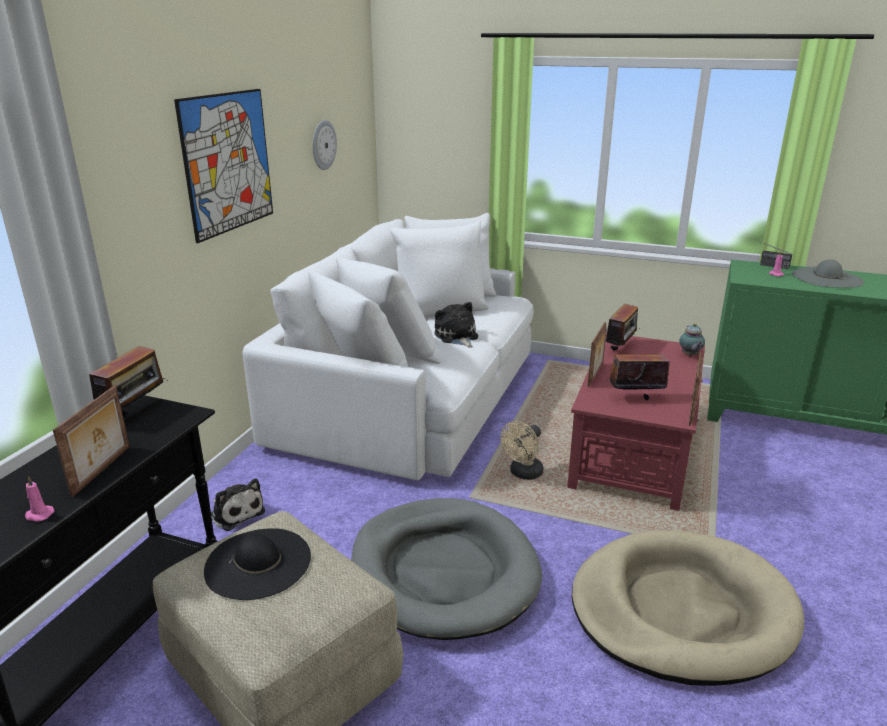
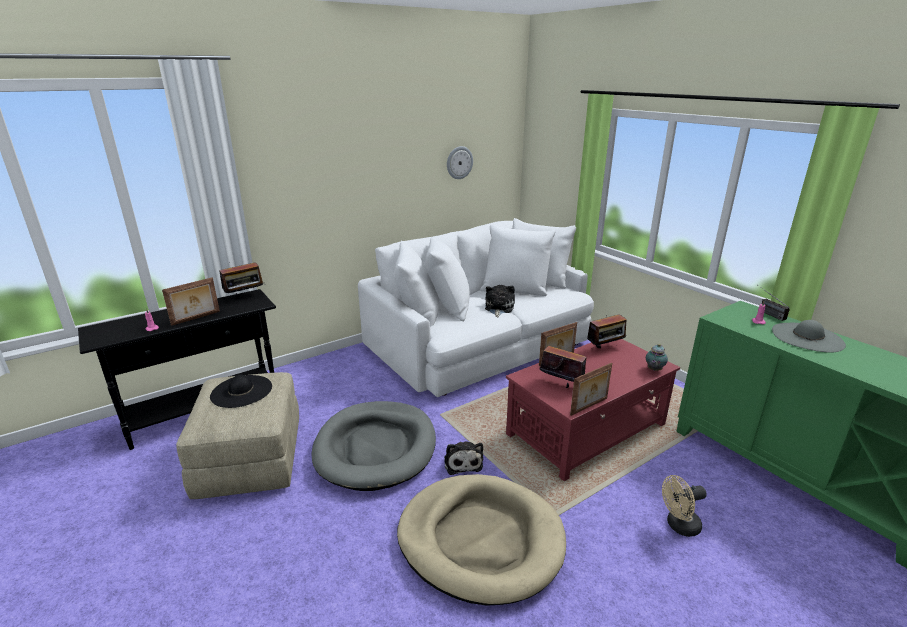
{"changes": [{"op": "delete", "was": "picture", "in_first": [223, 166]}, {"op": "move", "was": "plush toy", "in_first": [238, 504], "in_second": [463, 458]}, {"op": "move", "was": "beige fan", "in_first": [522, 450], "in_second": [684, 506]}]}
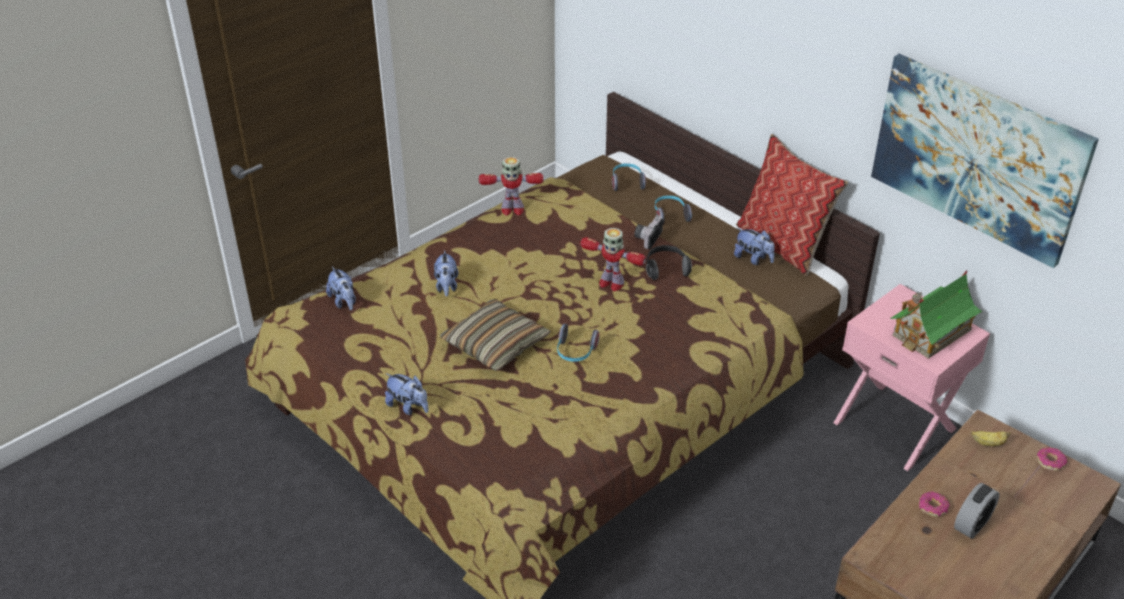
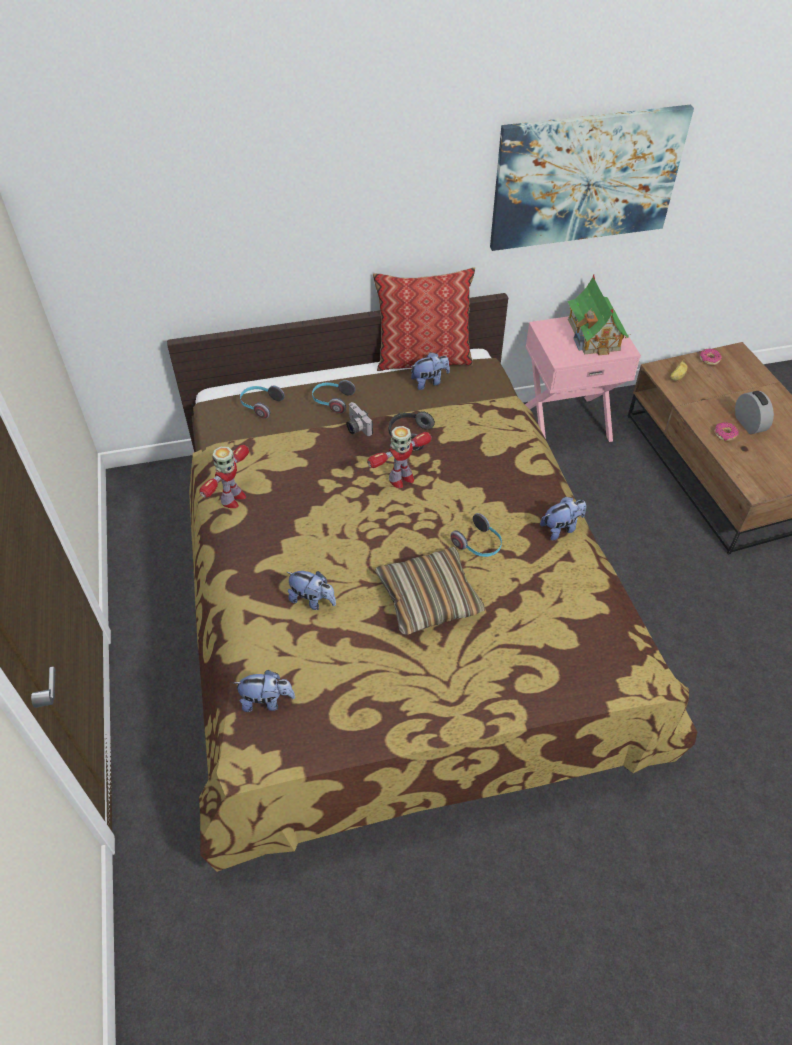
{"changes": [{"op": "move", "was": "plush toy", "in_first": [407, 394], "in_second": [563, 518]}]}
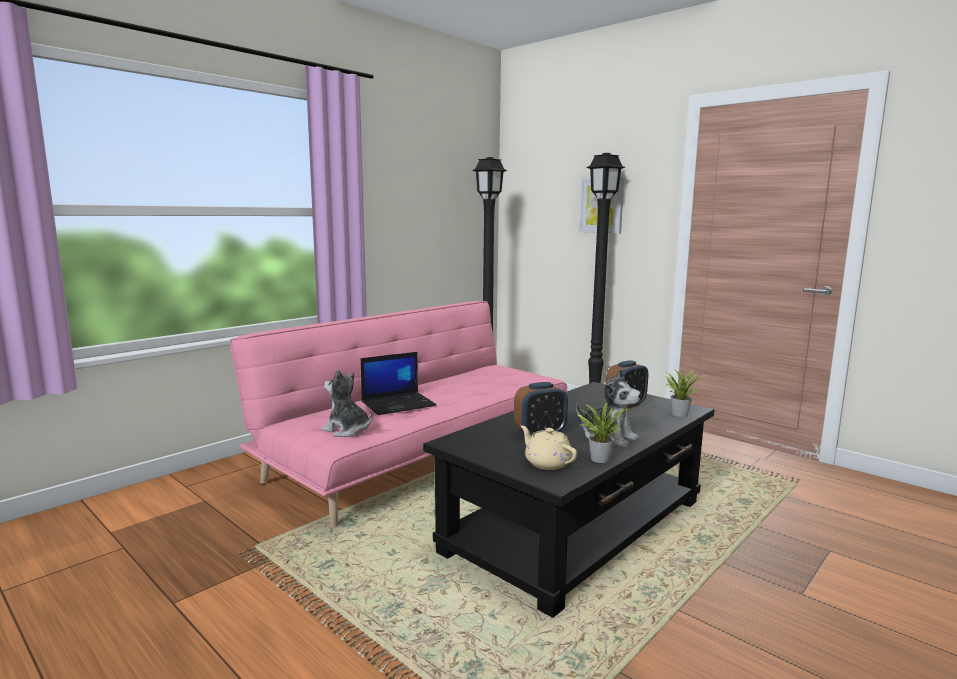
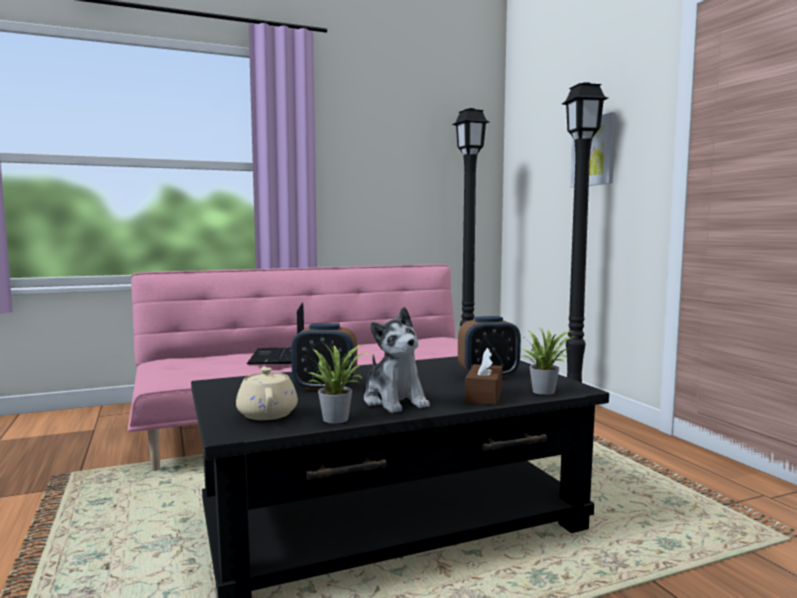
{"changes": [{"op": "delete", "was": "plush toy", "in_first": [347, 403]}, {"op": "rotate", "was": "laptop", "in_first": [398, 383], "in_second": [275, 333], "clockwise": 90}, {"op": "insert", "now": "brown tissue box", "in_second": [483, 376]}]}
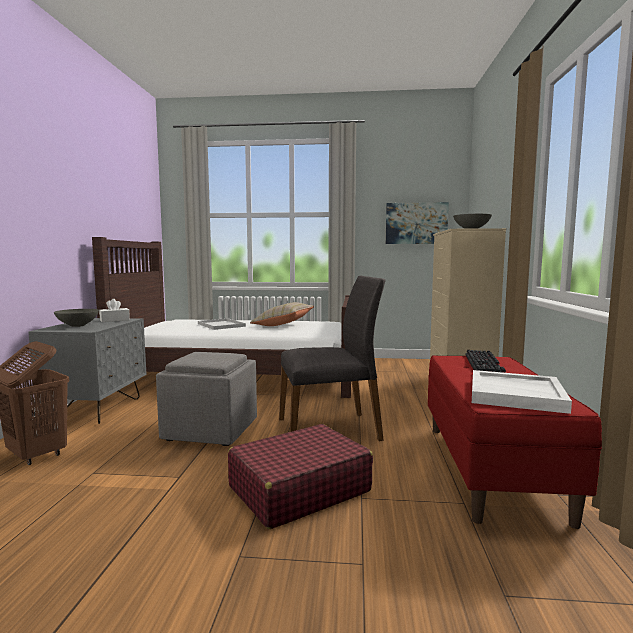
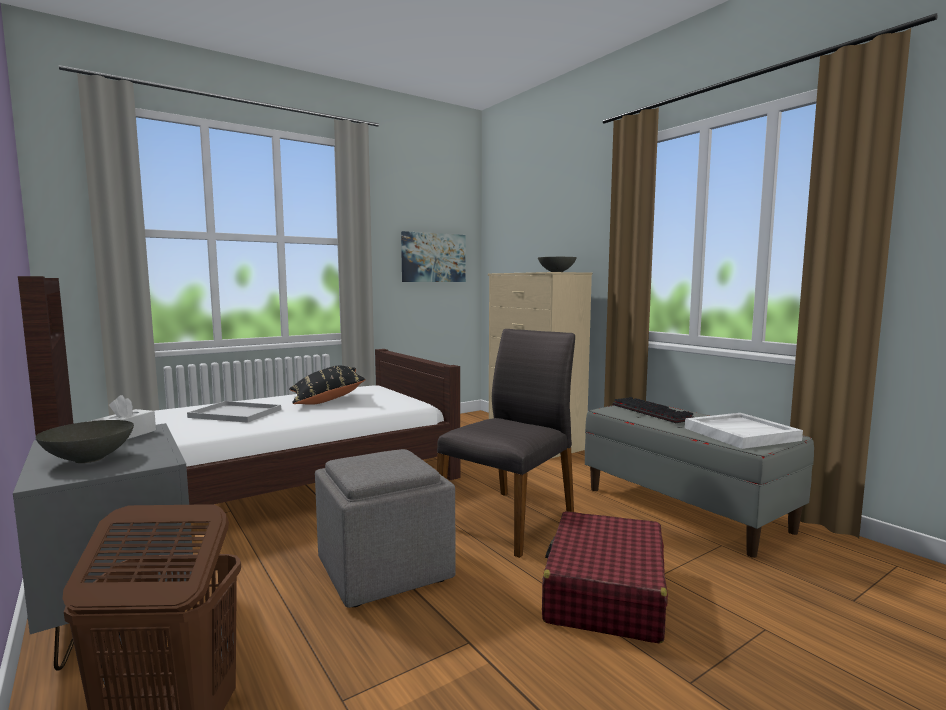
{"changes": [{"op": "recolor", "was": "beige pillow", "now": "black pillow", "in_first": [282, 314], "in_second": [327, 385]}, {"op": "recolor", "was": "red bench", "now": "grey bench", "in_first": [515, 442], "in_second": [699, 481]}]}
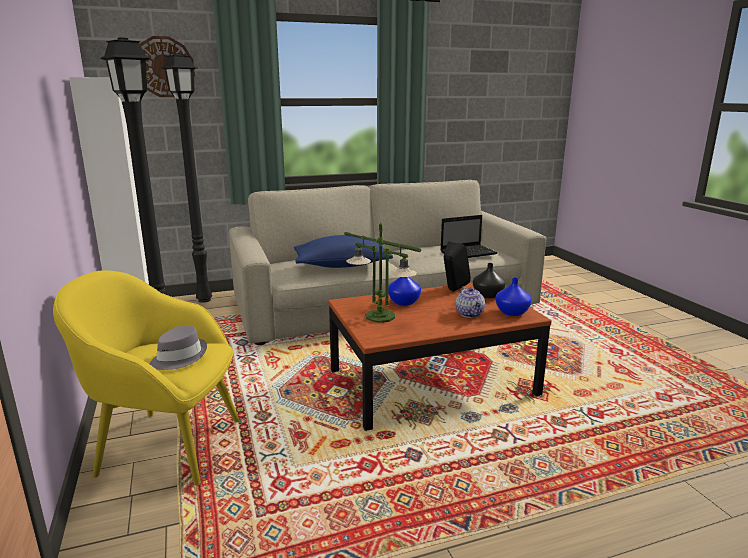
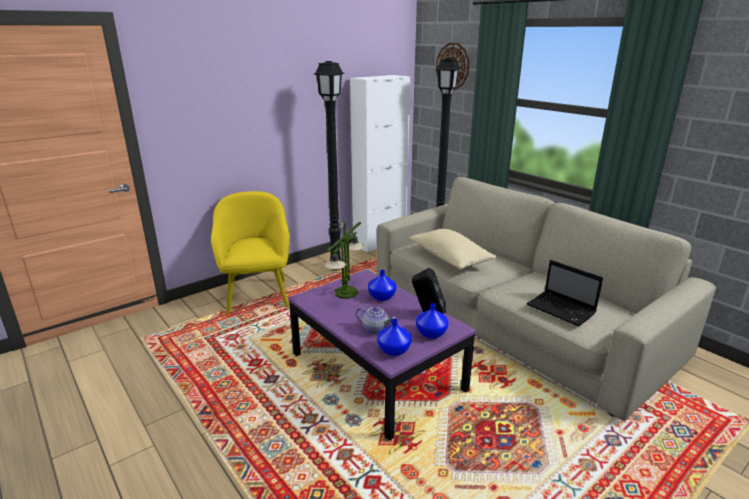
{"changes": [{"op": "delete", "was": "grey hat", "in_first": [178, 347]}, {"op": "recolor", "was": "blue pillow", "now": "beige pillow", "in_first": [343, 251], "in_second": [453, 249]}, {"op": "recolor", "was": "brown coffee table", "now": "purple coffee table", "in_first": [440, 357], "in_second": [382, 355]}, {"op": "rotate", "was": "teapot", "in_first": [470, 302], "in_second": [376, 320], "clockwise": -120}, {"op": "recolor", "was": "black vase", "now": "blue vase", "in_first": [489, 280], "in_second": [432, 321]}]}
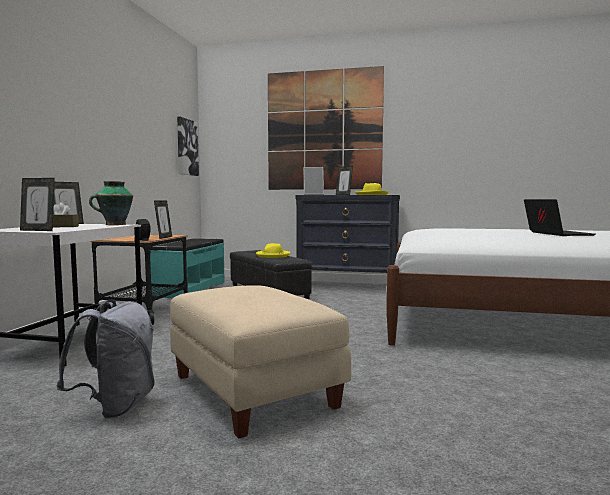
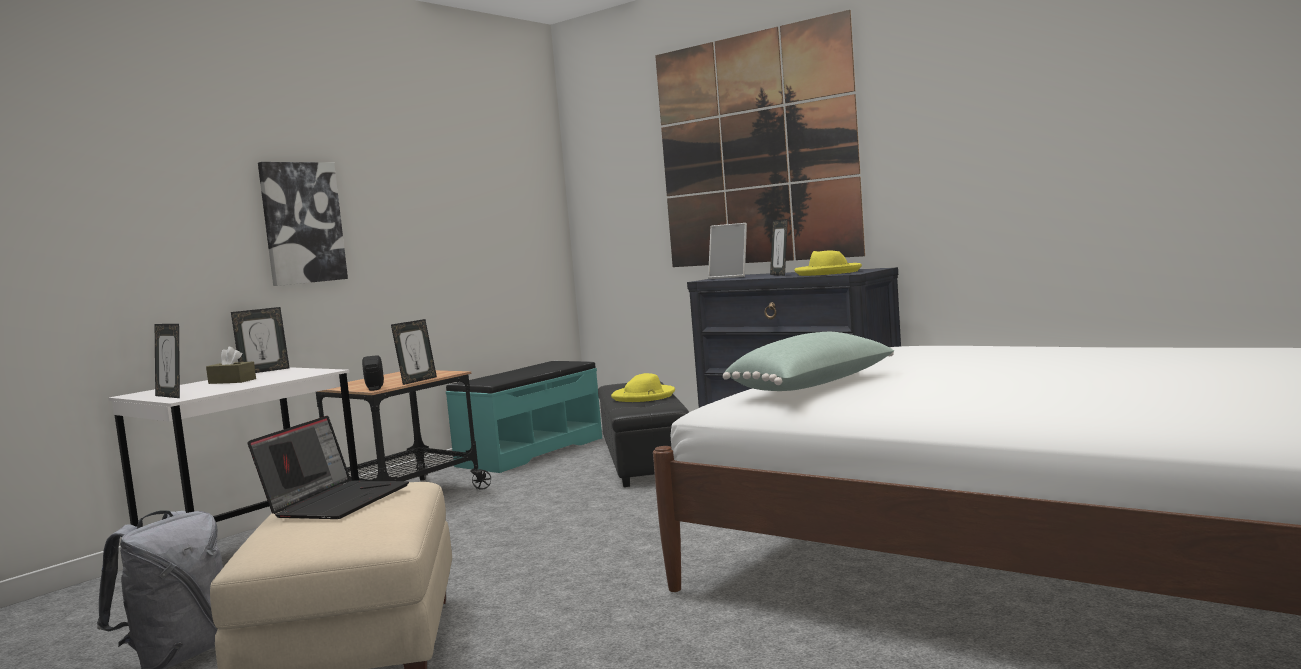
{"changes": [{"op": "delete", "was": "vase", "in_first": [111, 203]}, {"op": "move", "was": "picture", "in_first": [188, 146], "in_second": [303, 224]}, {"op": "move", "was": "laptop", "in_first": [560, 217], "in_second": [328, 467]}, {"op": "insert", "now": "green pillow", "in_second": [808, 361]}]}
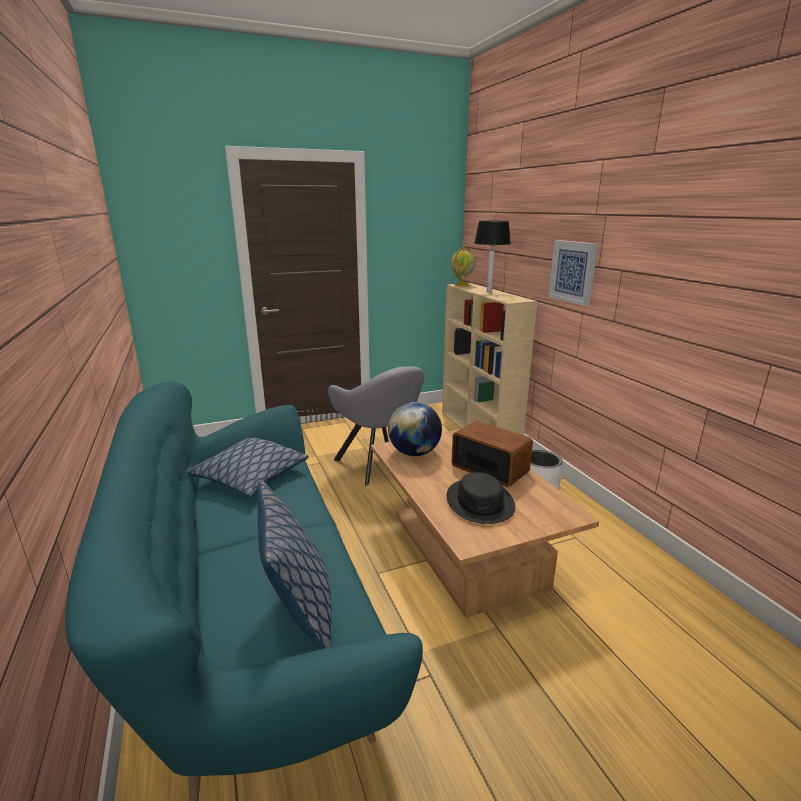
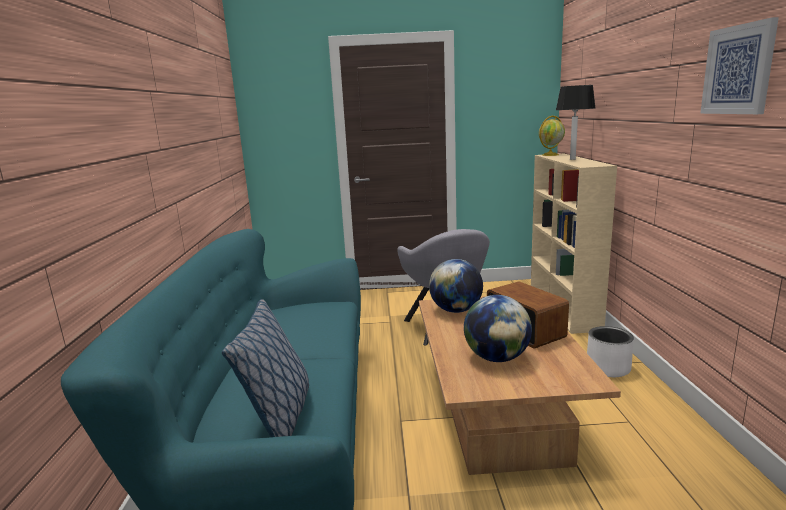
{"changes": [{"op": "delete", "was": "pillow", "in_first": [248, 467]}, {"op": "replace", "was": "black hat", "now": "globe", "in_first": [481, 498], "in_second": [498, 328]}, {"op": "move", "was": "picture", "in_first": [573, 273], "in_second": [739, 65]}]}
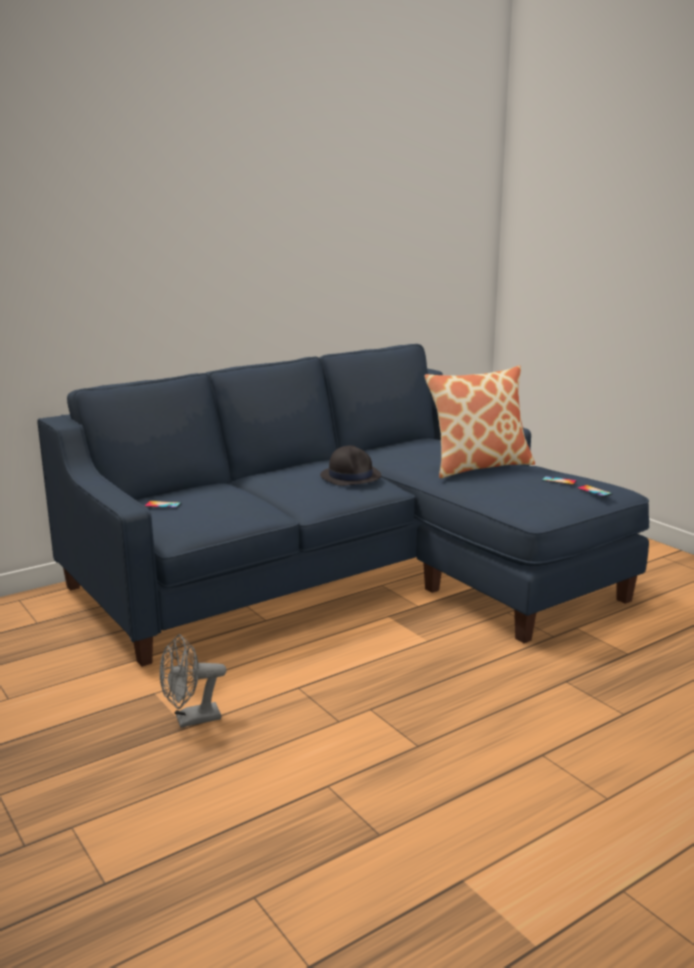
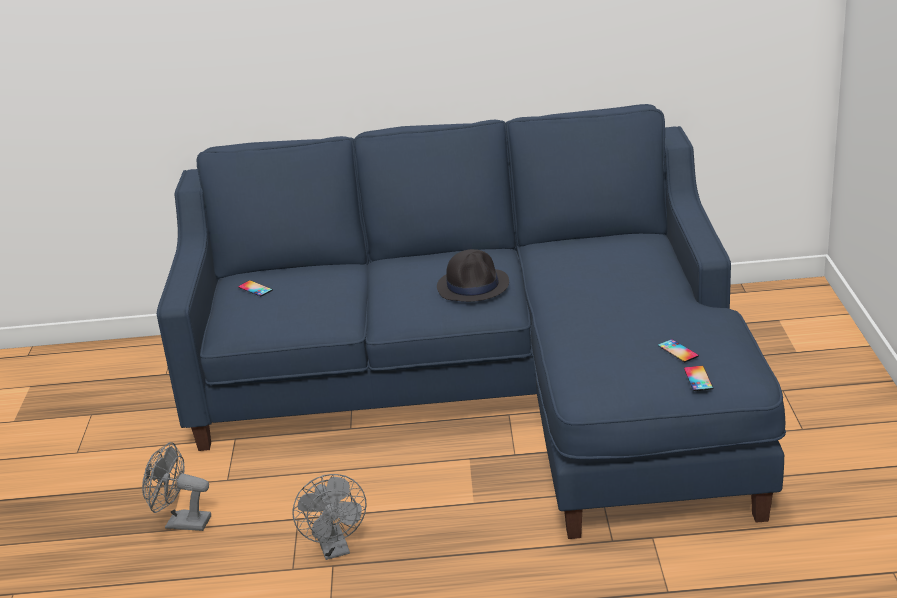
{"changes": [{"op": "delete", "was": "pillow", "in_first": [479, 421]}, {"op": "insert", "now": "grey fan", "in_second": [329, 517]}]}
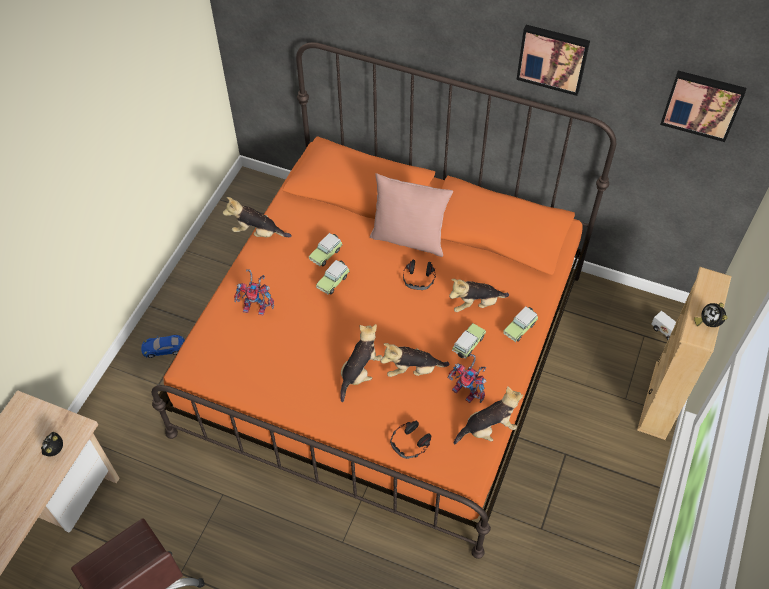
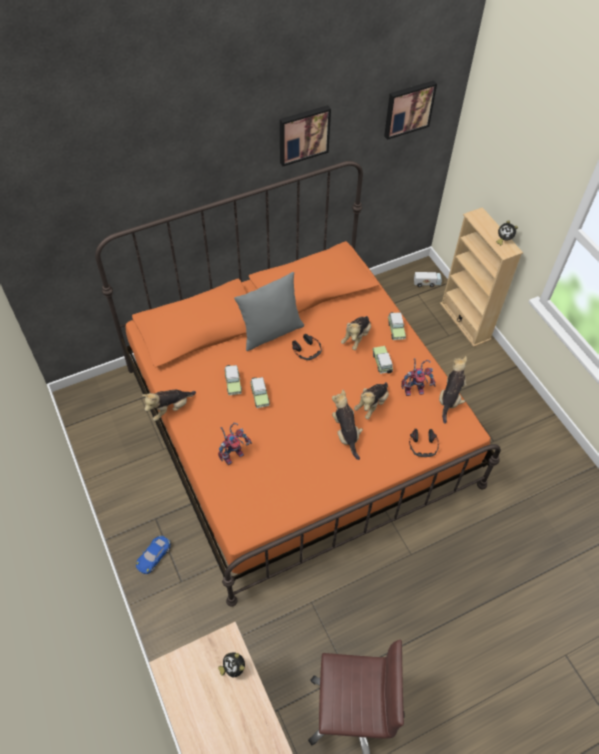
{"changes": [{"op": "recolor", "was": "pink pillow", "now": "grey pillow", "in_first": [411, 215], "in_second": [269, 311]}]}
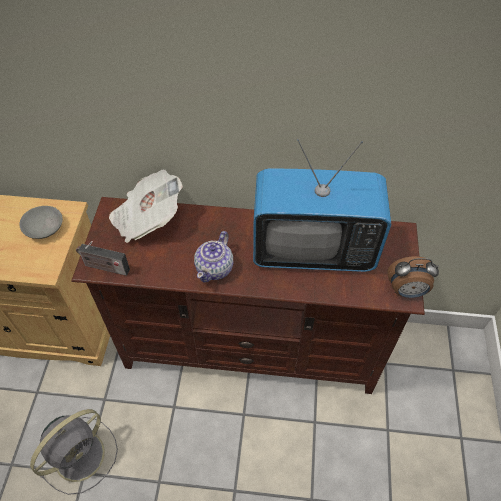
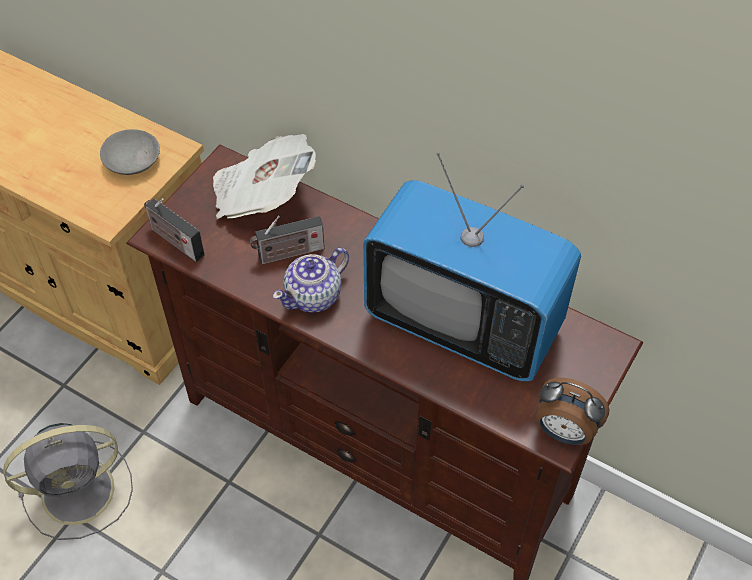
{"changes": [{"op": "insert", "now": "radio", "in_second": [287, 240]}]}
